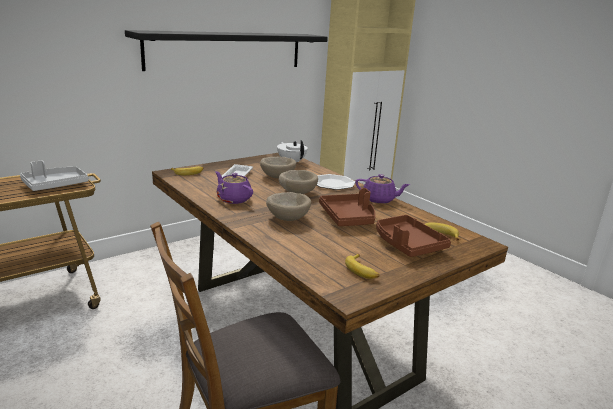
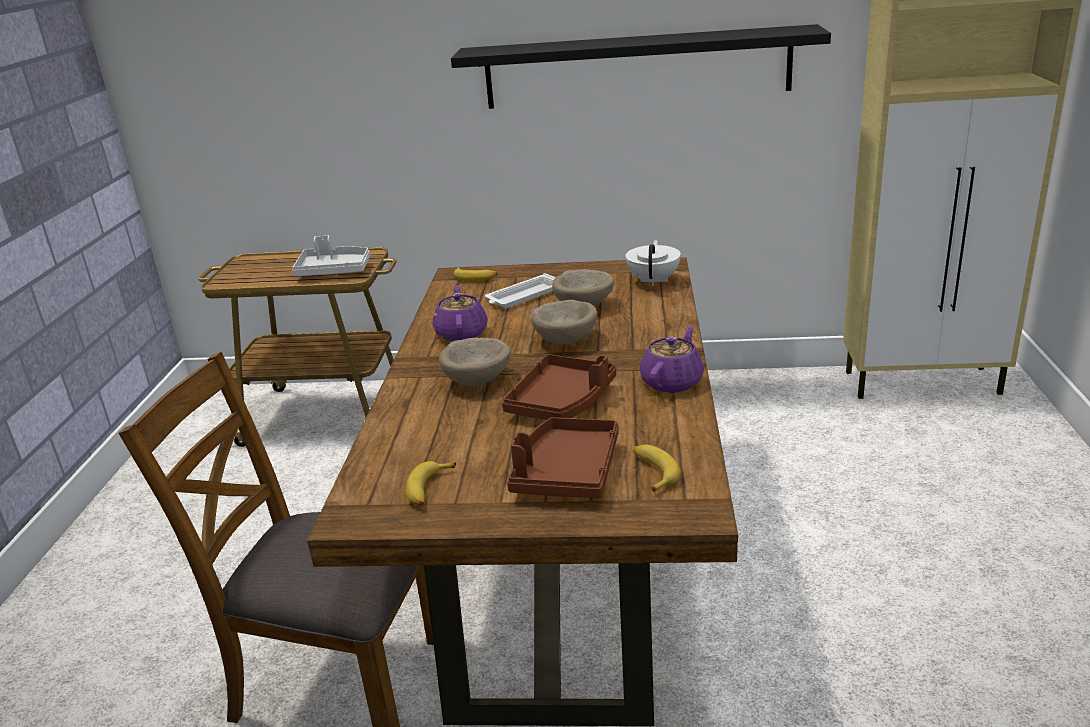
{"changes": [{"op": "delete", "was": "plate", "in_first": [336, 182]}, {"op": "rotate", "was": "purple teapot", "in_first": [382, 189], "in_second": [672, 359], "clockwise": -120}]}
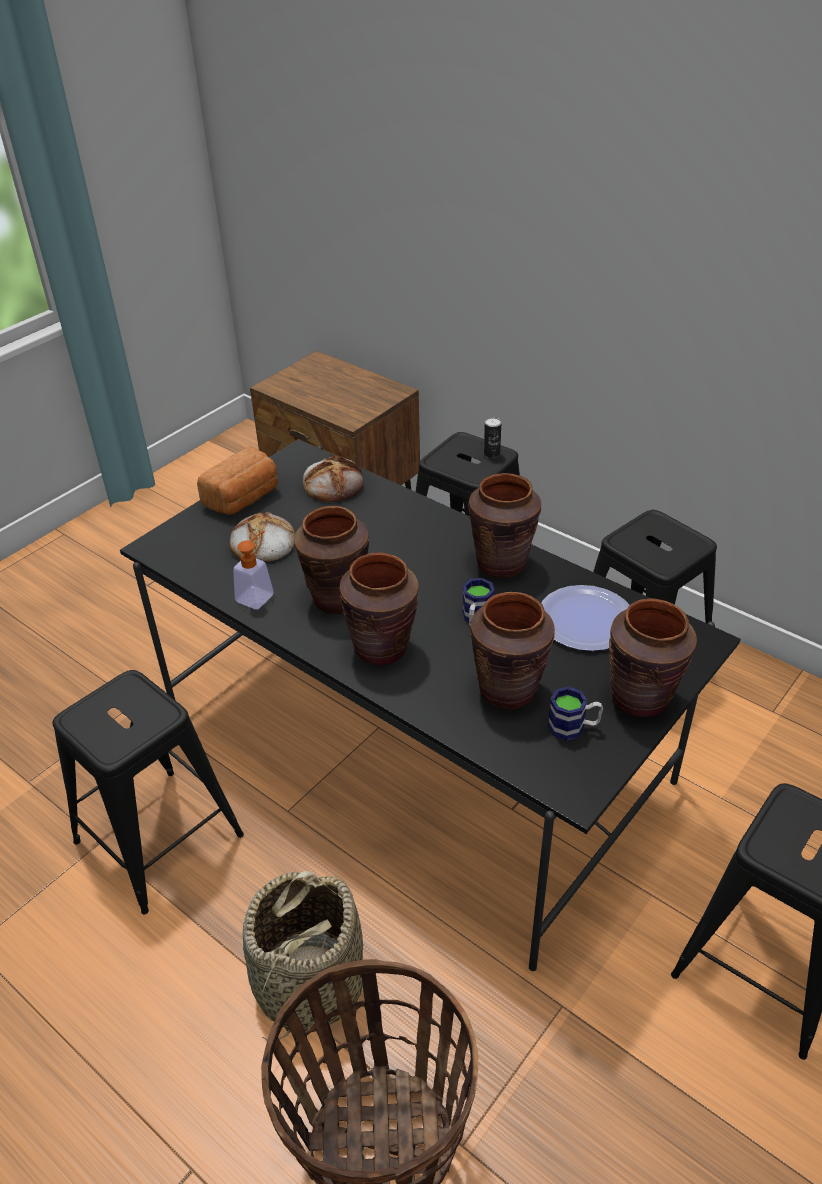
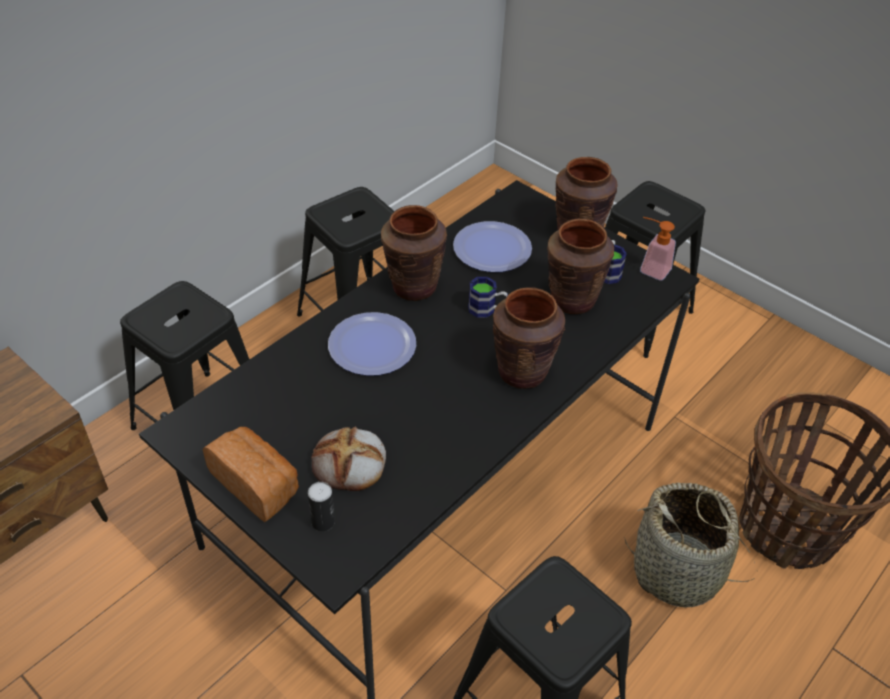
{"changes": [{"op": "move", "was": "soap dispenser", "in_first": [253, 570], "in_second": [658, 249]}, {"op": "delete", "was": "brown vase", "in_first": [331, 560]}, {"op": "delete", "was": "bread", "in_first": [333, 479]}, {"op": "move", "was": "can", "in_first": [492, 437], "in_second": [321, 507]}, {"op": "insert", "now": "plate", "in_second": [372, 344]}]}
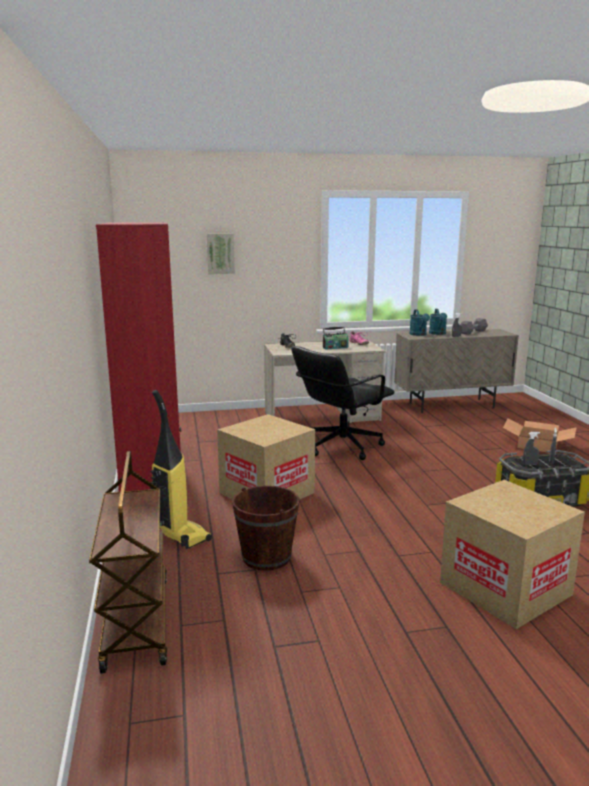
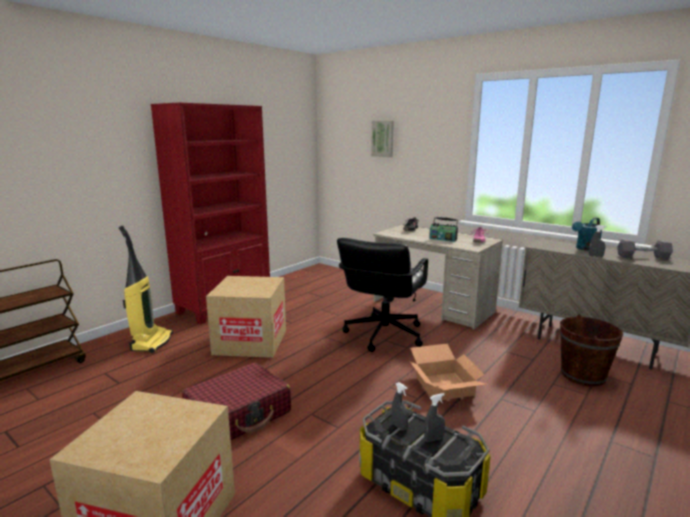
{"changes": [{"op": "move", "was": "brown bucket", "in_first": [266, 528], "in_second": [591, 350]}, {"op": "rotate", "was": "black office chair", "in_first": [342, 403], "in_second": [382, 295], "clockwise": -75}, {"op": "delete", "was": "turquoise watering can", "in_first": [419, 323]}, {"op": "move", "was": "cardboard box", "in_first": [540, 435], "in_second": [447, 372]}, {"op": "insert", "now": "red suitcase", "in_second": [236, 401]}]}
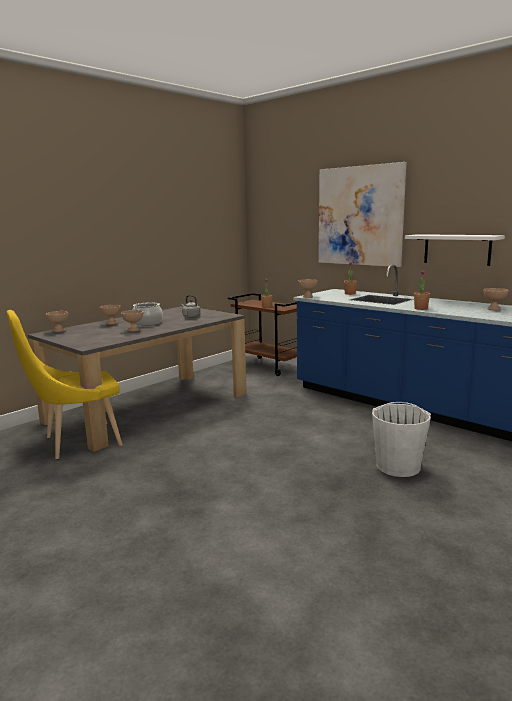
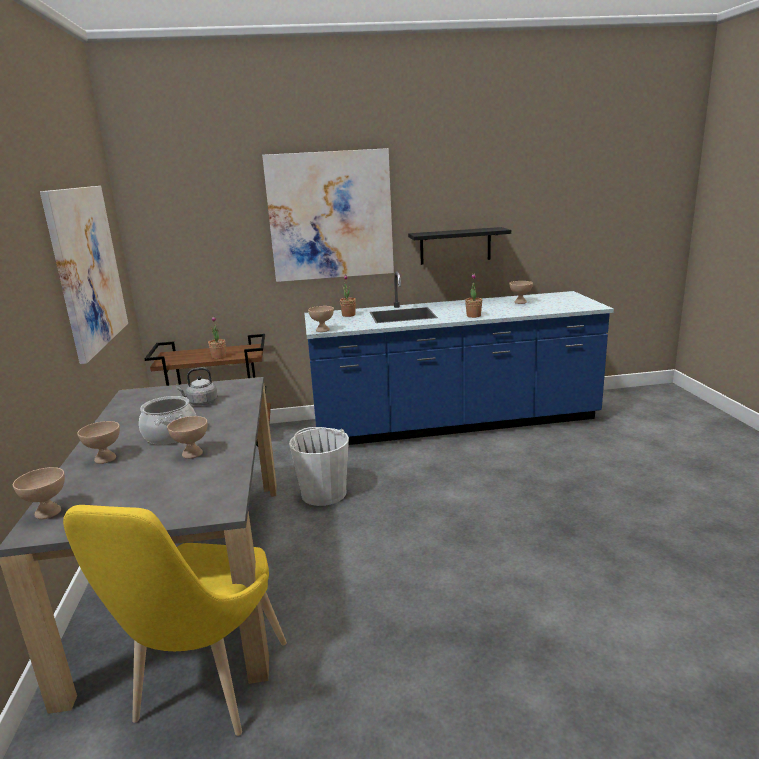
{"changes": [{"op": "move", "was": "white bucket", "in_first": [401, 439], "in_second": [319, 466]}, {"op": "recolor", "was": "white shelf", "now": "black shelf", "in_first": [455, 250], "in_second": [459, 246]}, {"op": "insert", "now": "picture", "in_second": [84, 275]}]}
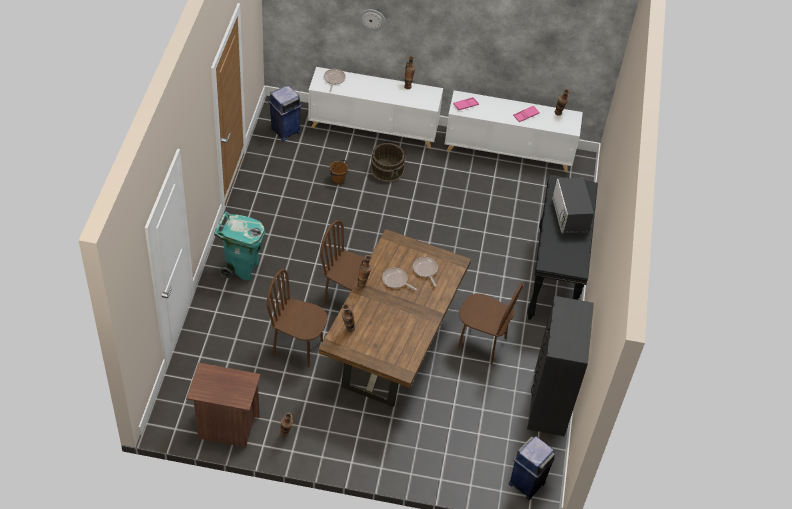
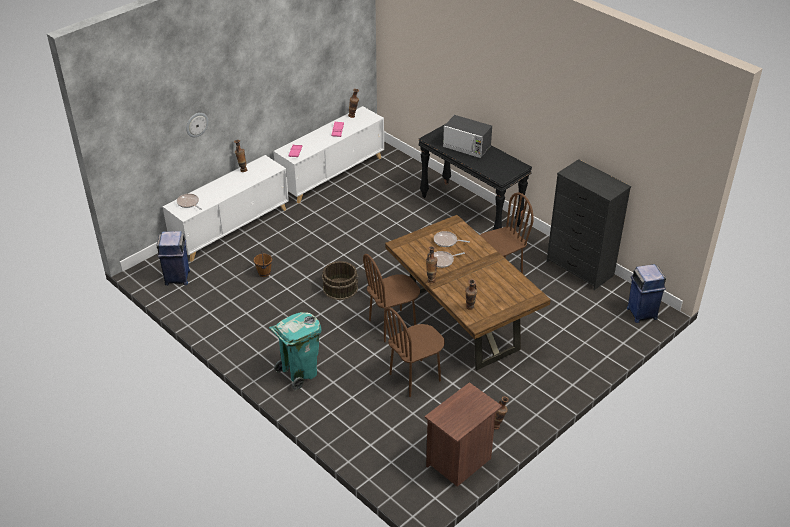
{"changes": [{"op": "move", "was": "brown bucket", "in_first": [387, 162], "in_second": [340, 280]}]}
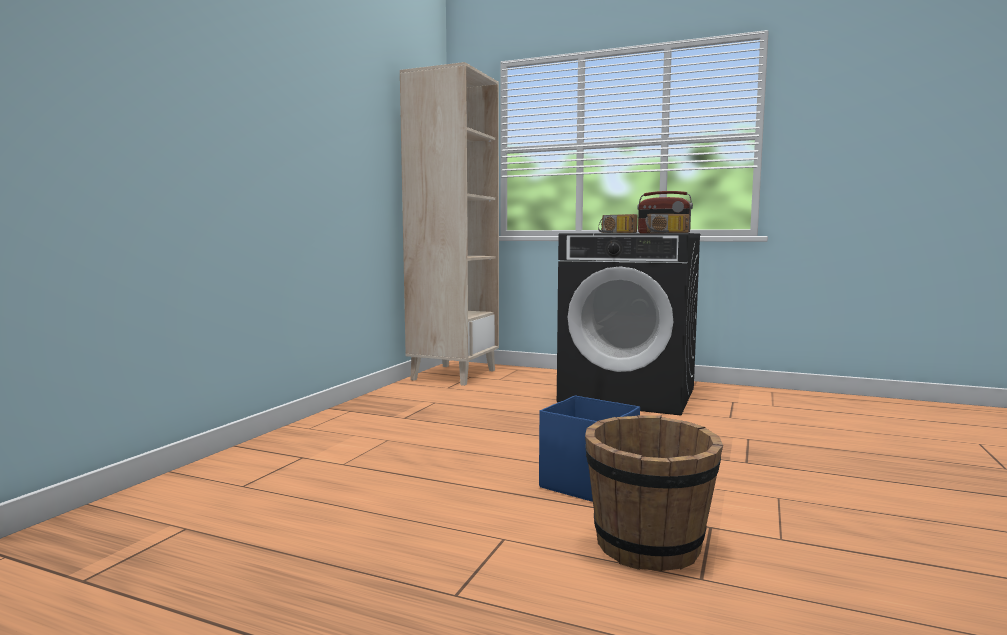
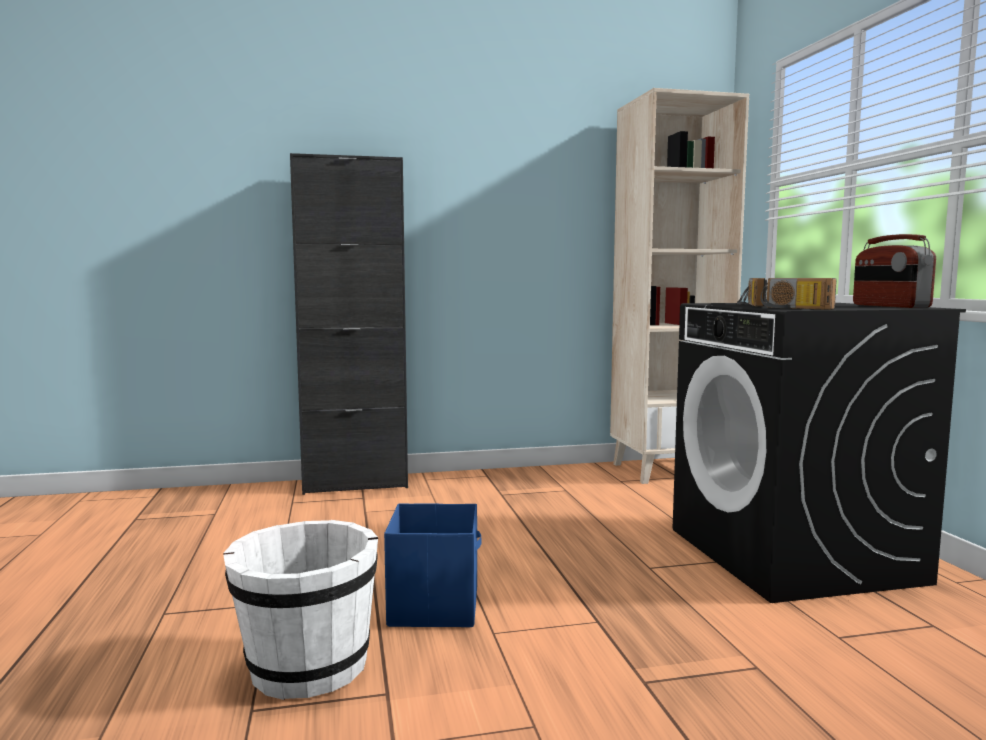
{"changes": [{"op": "recolor", "was": "brown bucket", "now": "white bucket", "in_first": [654, 493], "in_second": [300, 610]}, {"op": "insert", "now": "black cabinet", "in_second": [349, 324]}]}
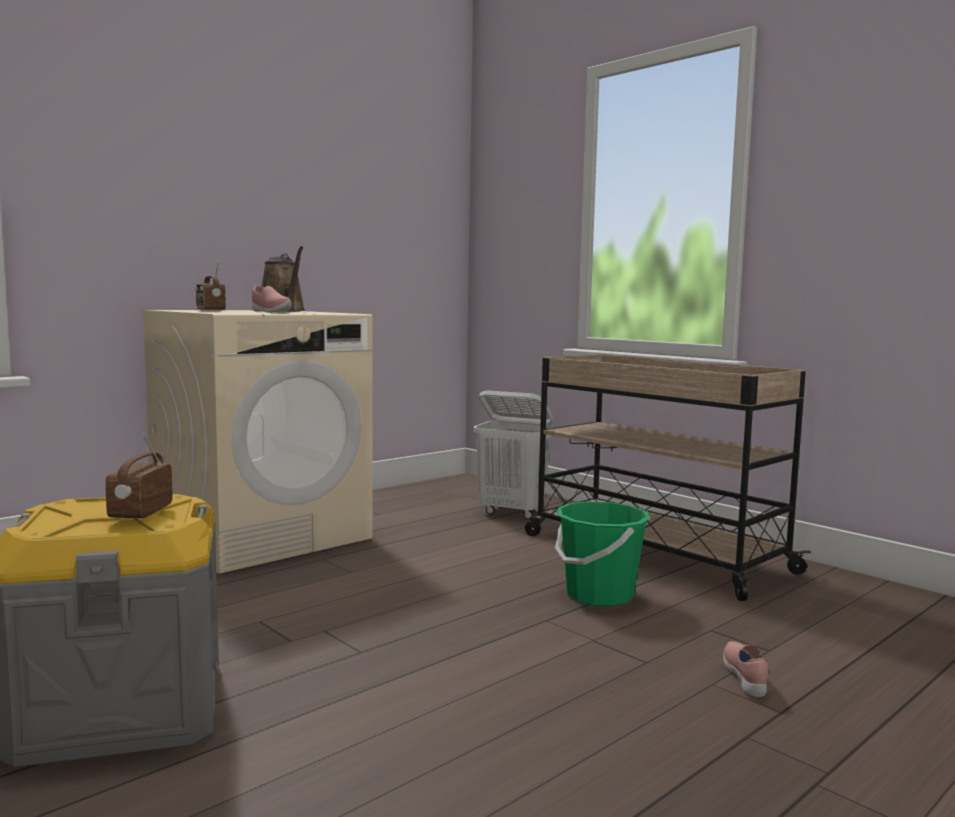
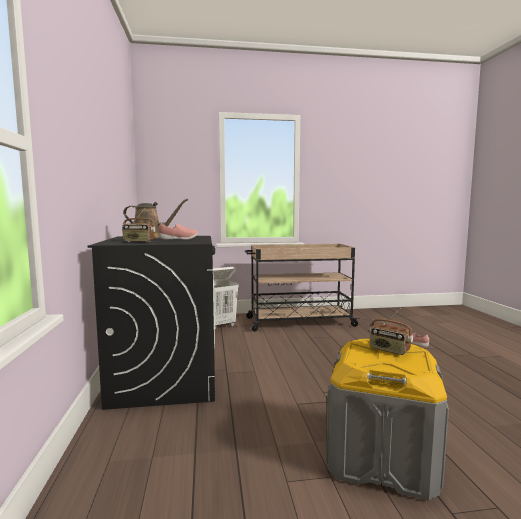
{"changes": [{"op": "recolor", "was": "beige washing machine", "now": "black washing machine", "in_first": [257, 442], "in_second": [151, 323]}, {"op": "delete", "was": "green bucket", "in_first": [603, 554]}]}
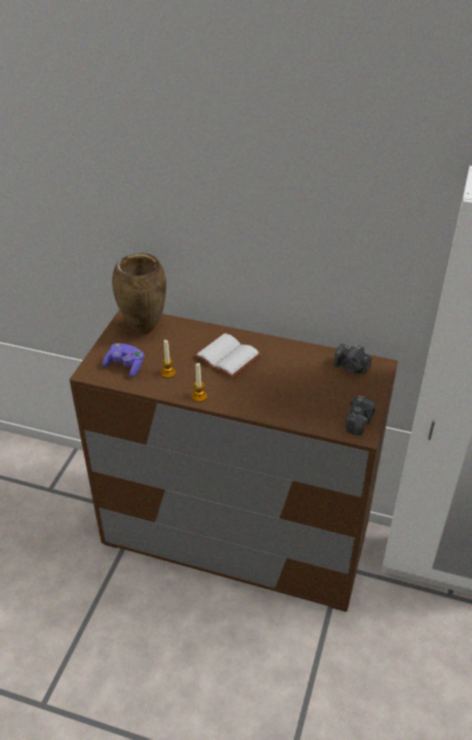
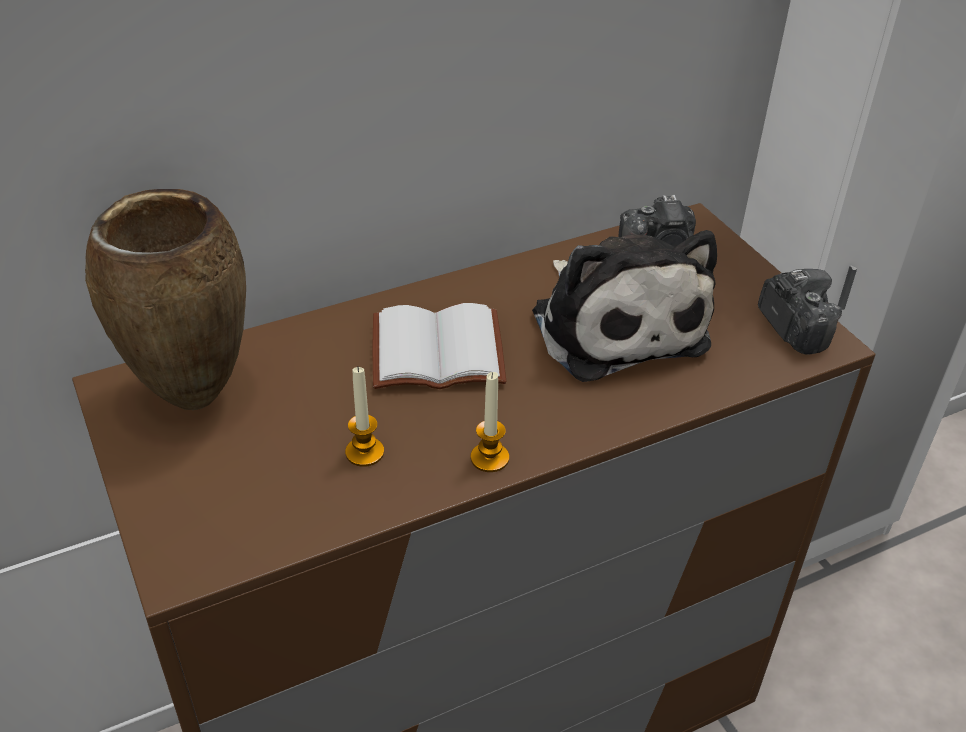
{"changes": [{"op": "delete", "was": "purple game controller", "in_first": [123, 360]}, {"op": "insert", "now": "plush toy", "in_second": [624, 306]}]}
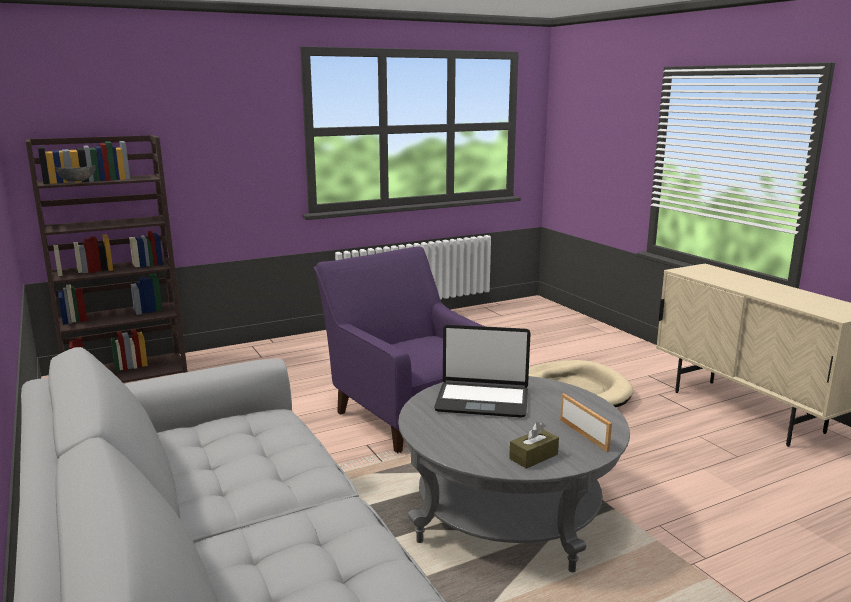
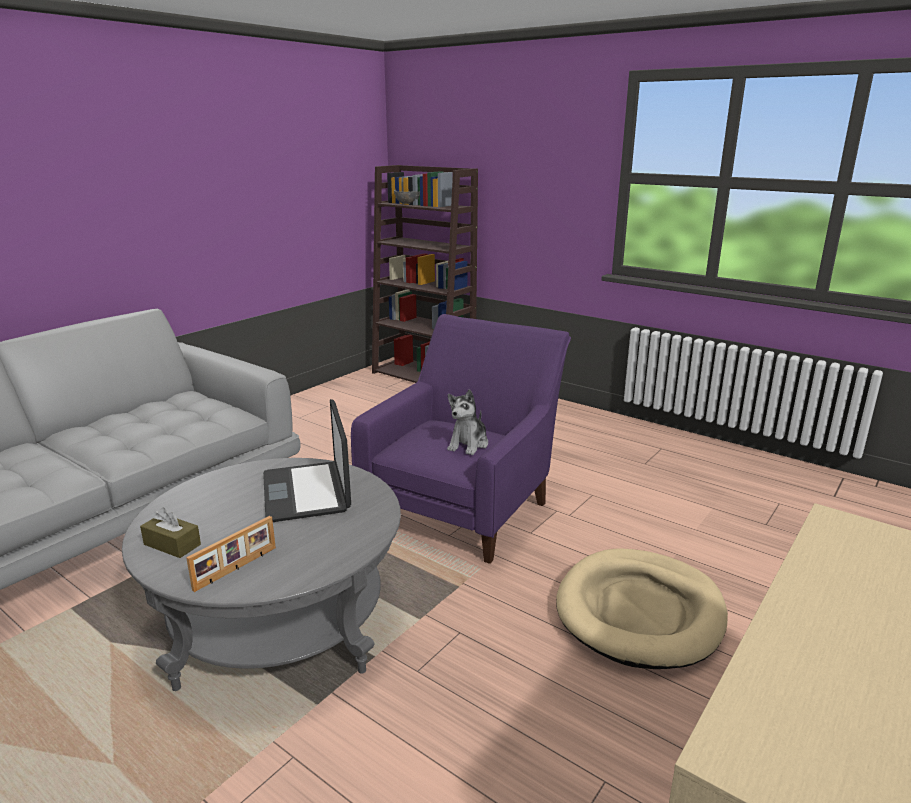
{"changes": [{"op": "insert", "now": "plush toy", "in_second": [467, 422]}]}
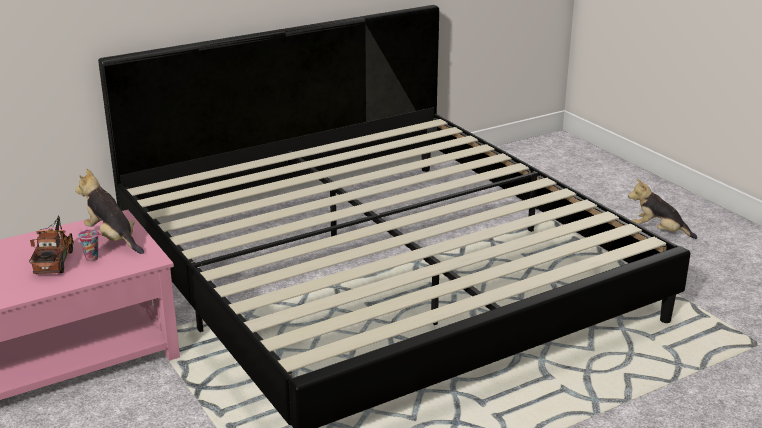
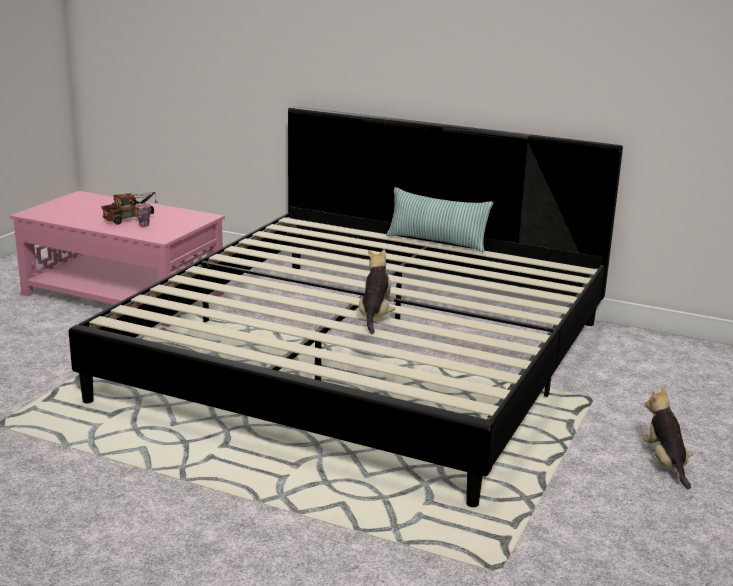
{"changes": [{"op": "move", "was": "plush toy", "in_first": [109, 211], "in_second": [377, 291]}, {"op": "insert", "now": "pillow", "in_second": [439, 220]}]}
